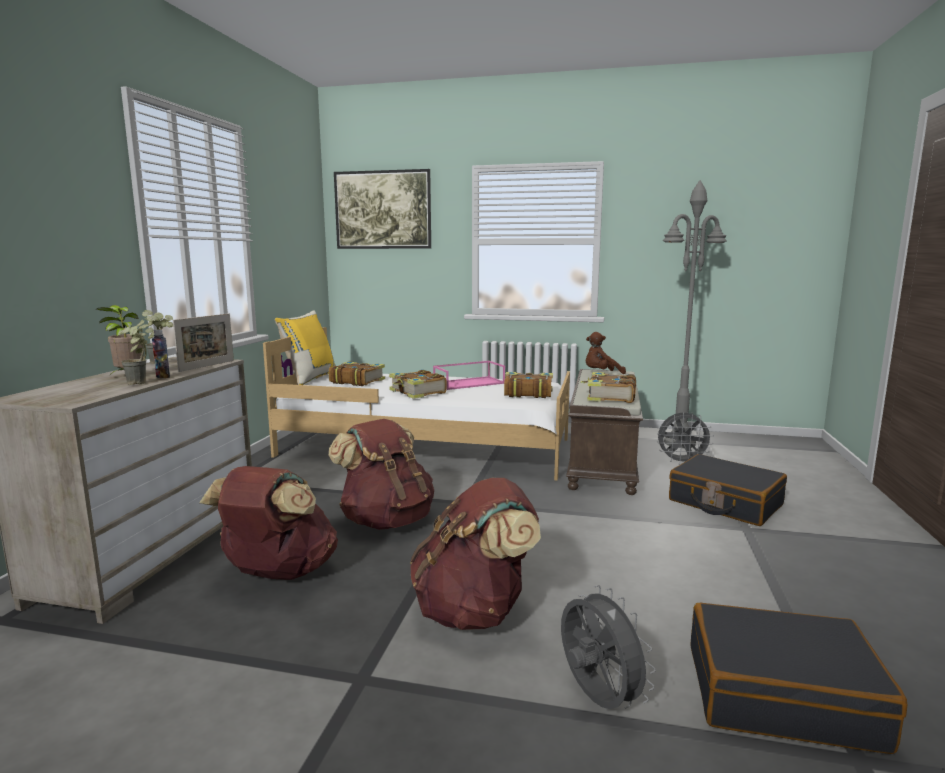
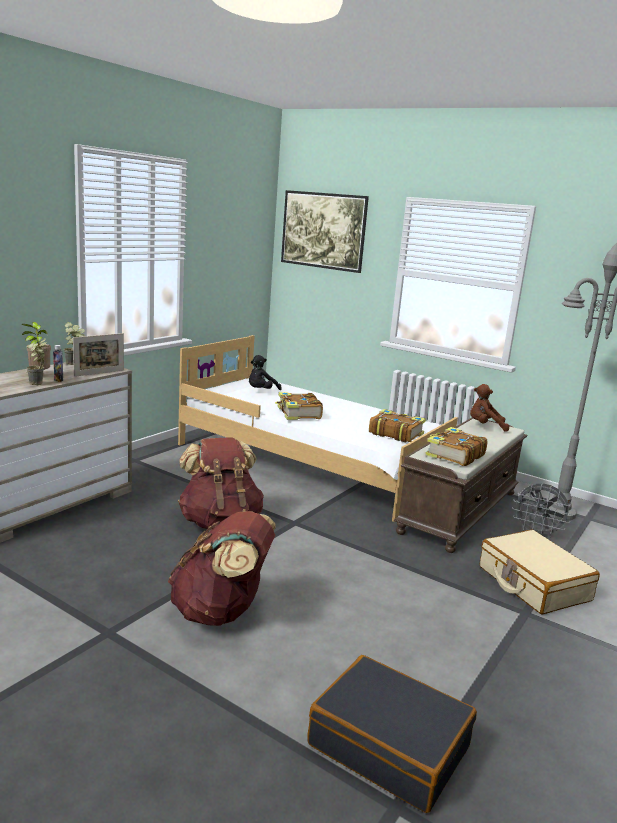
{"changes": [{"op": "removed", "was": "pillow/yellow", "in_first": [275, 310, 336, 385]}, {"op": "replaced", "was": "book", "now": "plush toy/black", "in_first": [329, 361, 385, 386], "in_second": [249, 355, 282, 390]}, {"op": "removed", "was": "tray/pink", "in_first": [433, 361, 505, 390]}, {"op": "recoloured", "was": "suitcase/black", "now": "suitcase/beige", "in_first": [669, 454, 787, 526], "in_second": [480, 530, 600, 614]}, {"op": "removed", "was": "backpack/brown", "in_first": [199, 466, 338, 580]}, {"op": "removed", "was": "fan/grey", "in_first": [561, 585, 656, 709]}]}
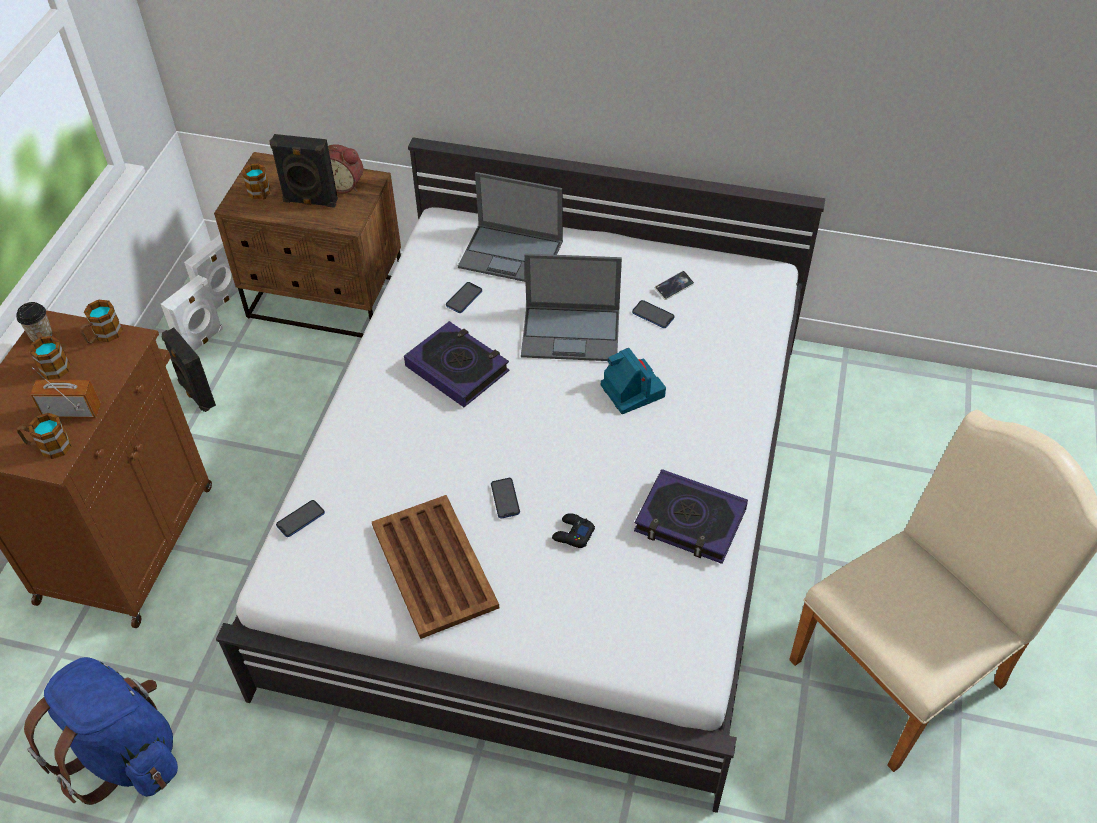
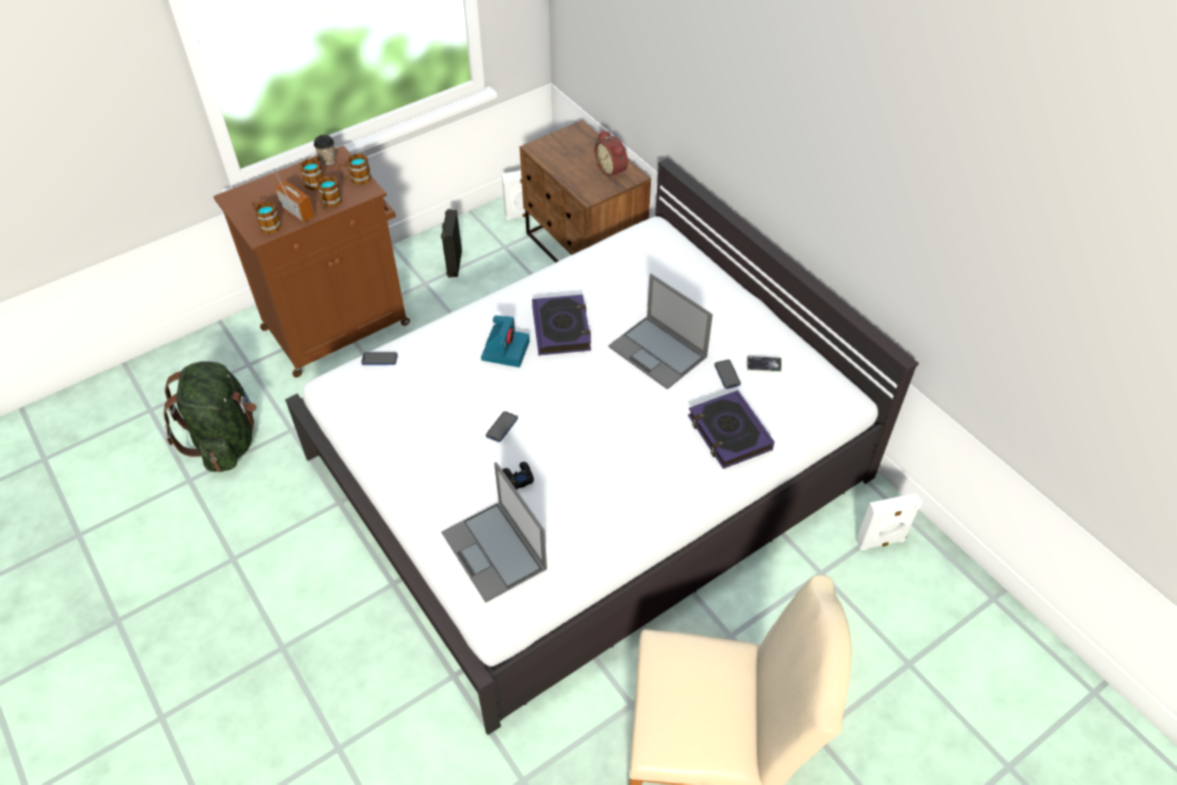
{"changes": [{"op": "removed", "was": "speaker/black", "in_first": [269, 134, 338, 208]}, {"op": "moved", "was": "mug", "in_first": [242, 164, 270, 200], "in_second": [317, 176, 342, 209]}, {"op": "moved", "was": "laptop", "in_first": [458, 172, 563, 282], "in_second": [441, 462, 547, 603]}, {"op": "moved", "was": "speaker/white", "in_first": [161, 275, 223, 351], "in_second": [856, 493, 922, 550]}, {"op": "removed", "was": "phone", "in_first": [446, 282, 482, 313]}, {"op": "moved", "was": "photo camera", "in_first": [601, 348, 666, 414], "in_second": [481, 315, 530, 367]}, {"op": "moved", "was": "book", "in_first": [634, 469, 748, 564], "in_second": [688, 390, 775, 469]}, {"op": "removed", "was": "tray/brown", "in_first": [372, 495, 499, 639]}, {"op": "recoloured", "was": "backpack/blue", "now": "backpack/green", "in_first": [24, 657, 178, 805], "in_second": [164, 361, 257, 472]}]}
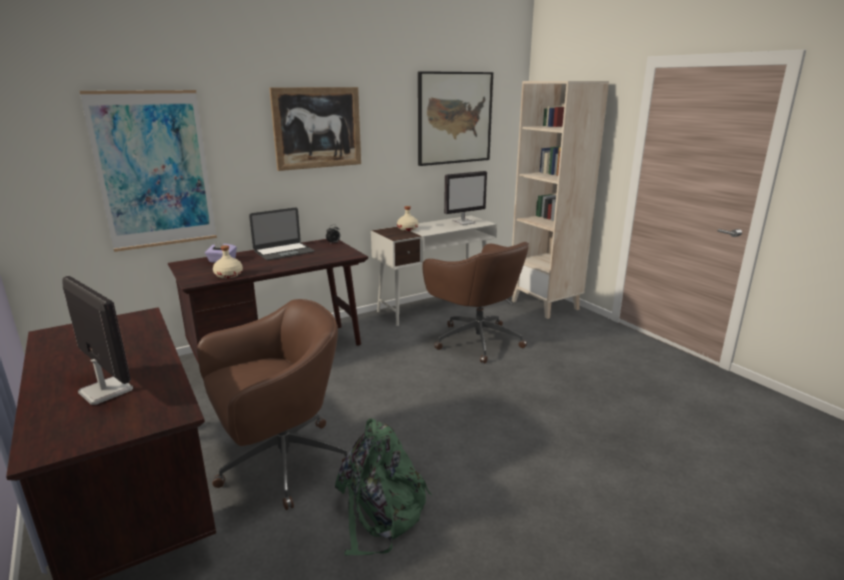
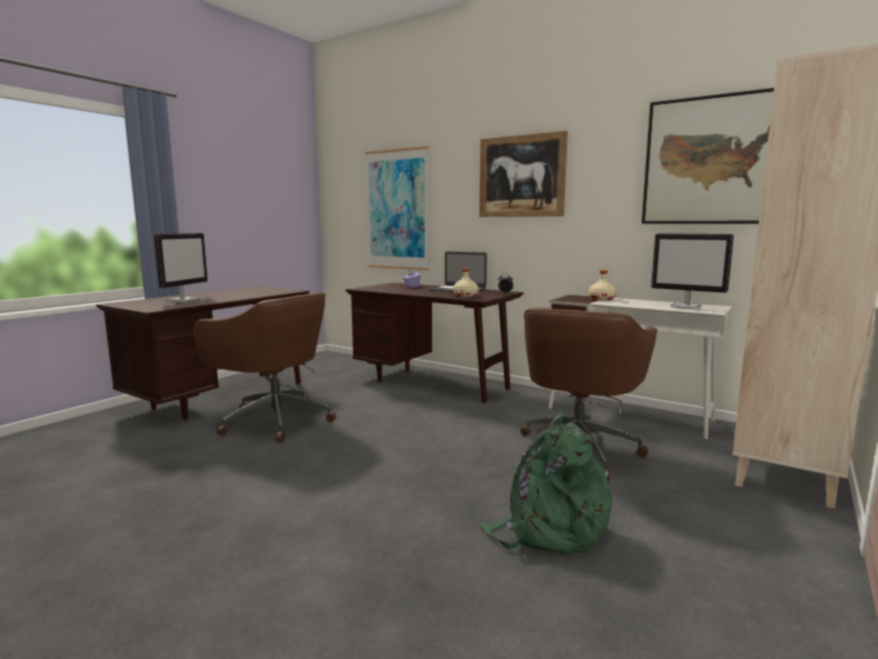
{"changes": [{"op": "moved", "was": "bottle/beige", "in_first": [213, 245, 243, 278], "in_second": [453, 268, 479, 297]}, {"op": "moved", "was": "backpack/green", "in_first": [335, 418, 432, 556], "in_second": [479, 412, 612, 556]}]}
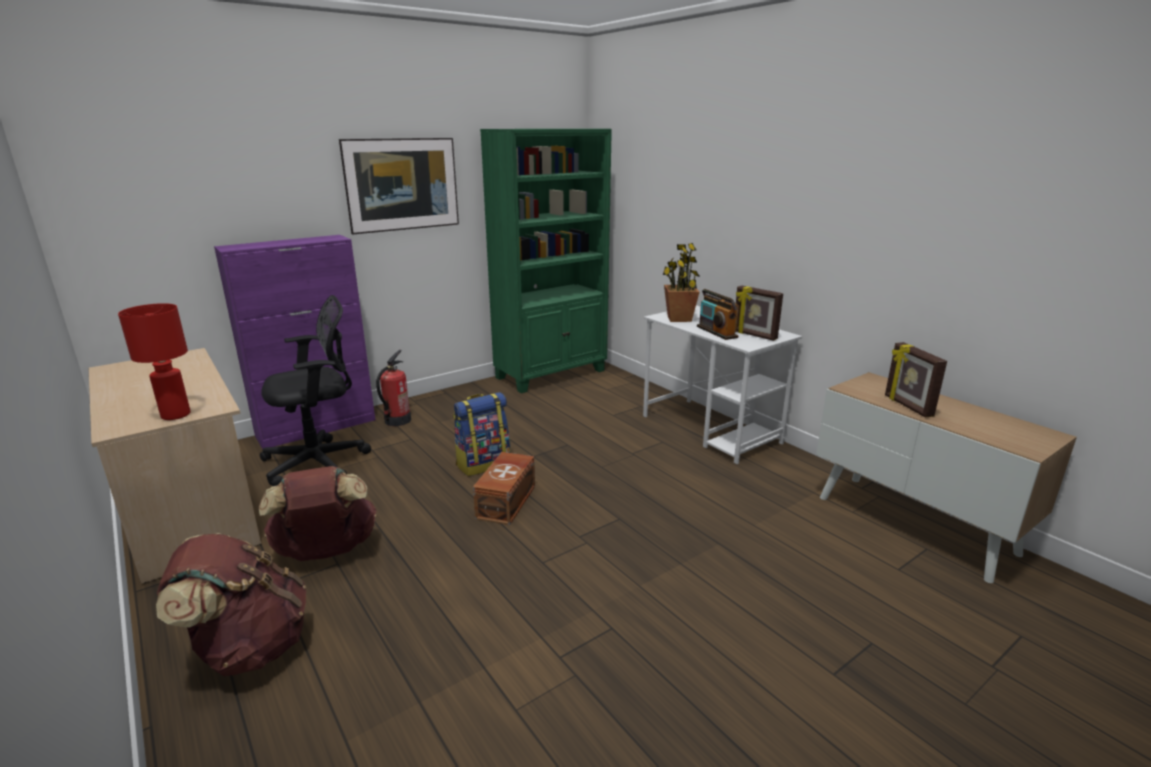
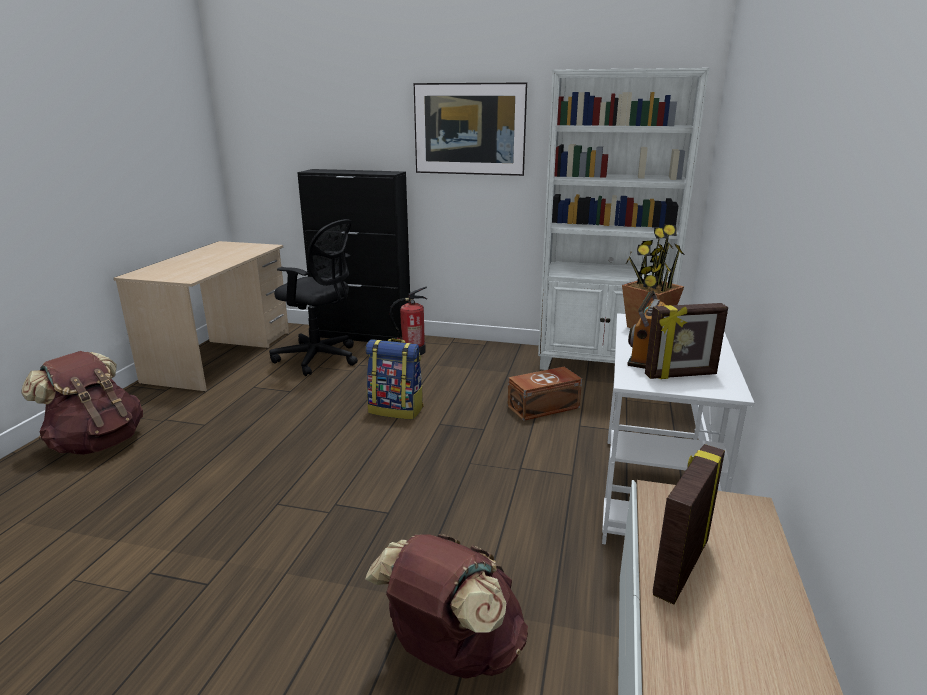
{"changes": [{"op": "recoloured", "was": "bookcase/green", "now": "bookcase/white", "in_first": [480, 129, 612, 393], "in_second": [538, 68, 709, 370]}, {"op": "recoloured", "was": "cabinet/purple", "now": "cabinet/black", "in_first": [214, 235, 375, 449], "in_second": [297, 169, 410, 342]}, {"op": "turned", "was": "picture frame", "in_first": [736, 286, 783, 341], "in_second": [645, 303, 728, 379], "clockwise": -105}, {"op": "removed", "was": "table lamp/red", "in_first": [118, 303, 190, 420]}, {"op": "moved", "was": "storage box/brown", "in_first": [473, 452, 535, 525], "in_second": [507, 367, 582, 421]}, {"op": "moved", "was": "backpack/brown", "in_first": [259, 466, 377, 561], "in_second": [366, 534, 528, 679]}]}
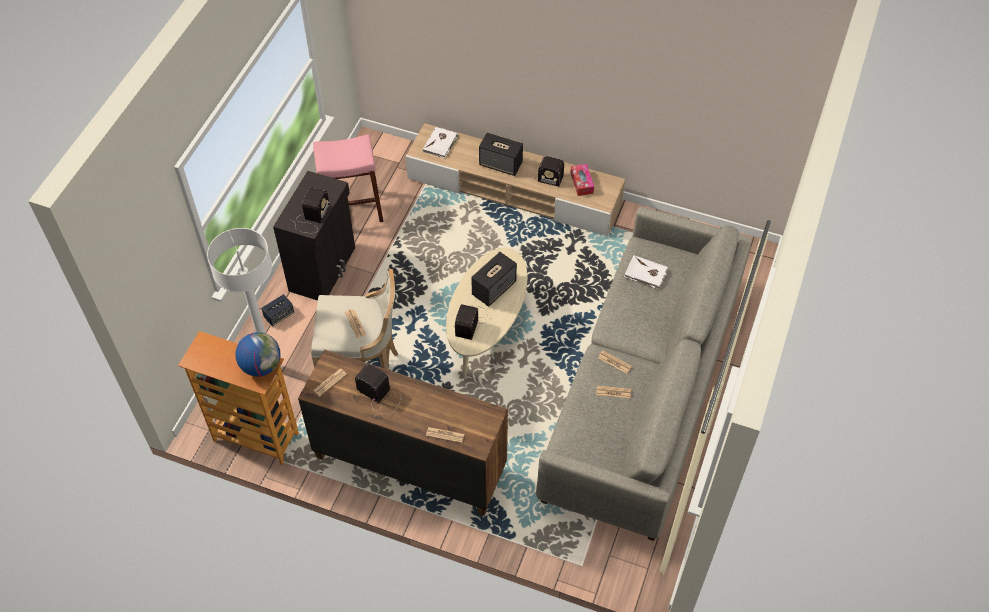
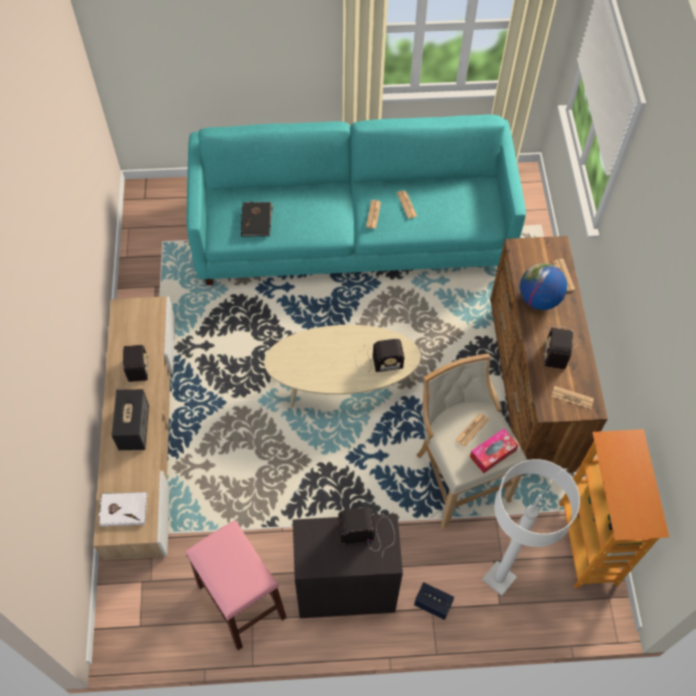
{"changes": [{"op": "moved", "was": "tissue box", "in_first": [571, 164, 594, 196], "in_second": [470, 429, 518, 473]}, {"op": "recoloured", "was": "sofa/grey", "now": "sofa/turquoise", "in_first": [536, 207, 752, 541], "in_second": [187, 115, 526, 285]}, {"op": "removed", "was": "speaker", "in_first": [471, 252, 517, 307]}, {"op": "recoloured", "was": "book/white", "now": "book/black", "in_first": [624, 255, 668, 290], "in_second": [241, 202, 273, 236]}, {"op": "moved", "was": "globe", "in_first": [235, 332, 281, 377], "in_second": [520, 263, 567, 310]}]}
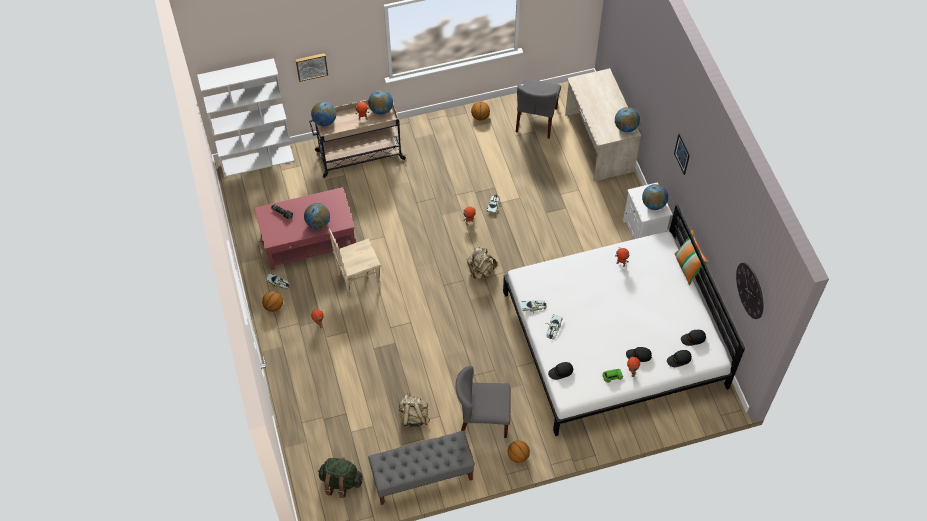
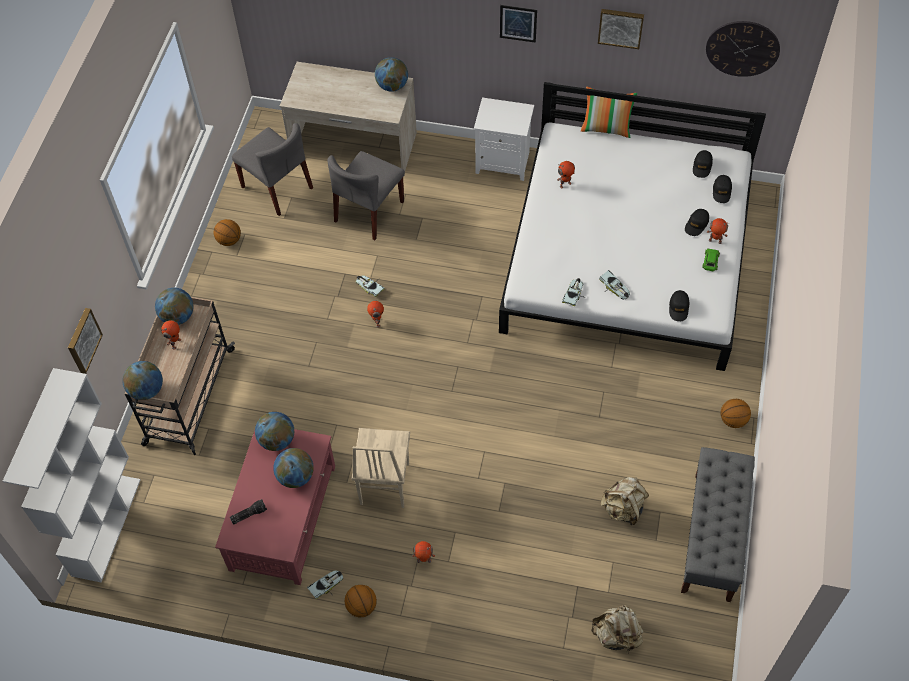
{"changes": [{"op": "moved", "was": "globe", "in_first": [642, 184, 668, 210], "in_second": [255, 412, 294, 451]}, {"op": "moved", "was": "backpack/beige", "in_first": [467, 247, 497, 279], "in_second": [591, 605, 644, 654]}, {"op": "moved", "was": "chair/grey", "in_first": [455, 366, 511, 438], "in_second": [327, 151, 405, 240]}, {"op": "removed", "was": "backpack/green", "in_first": [318, 457, 363, 498]}, {"op": "added", "now": "picture", "in_second": [598, 9, 644, 49]}]}
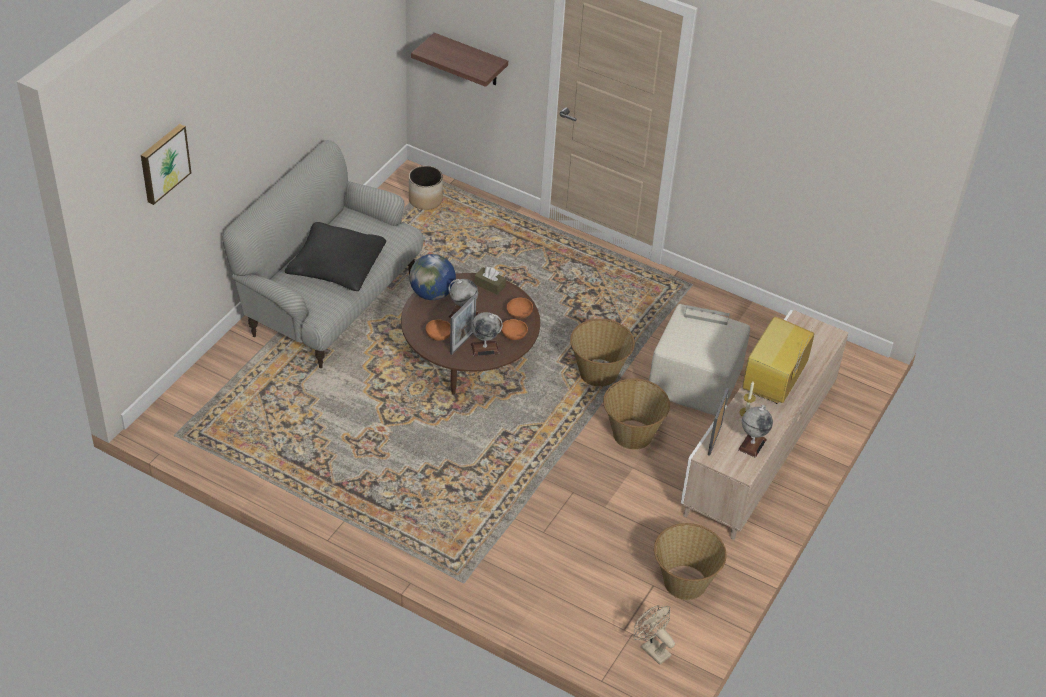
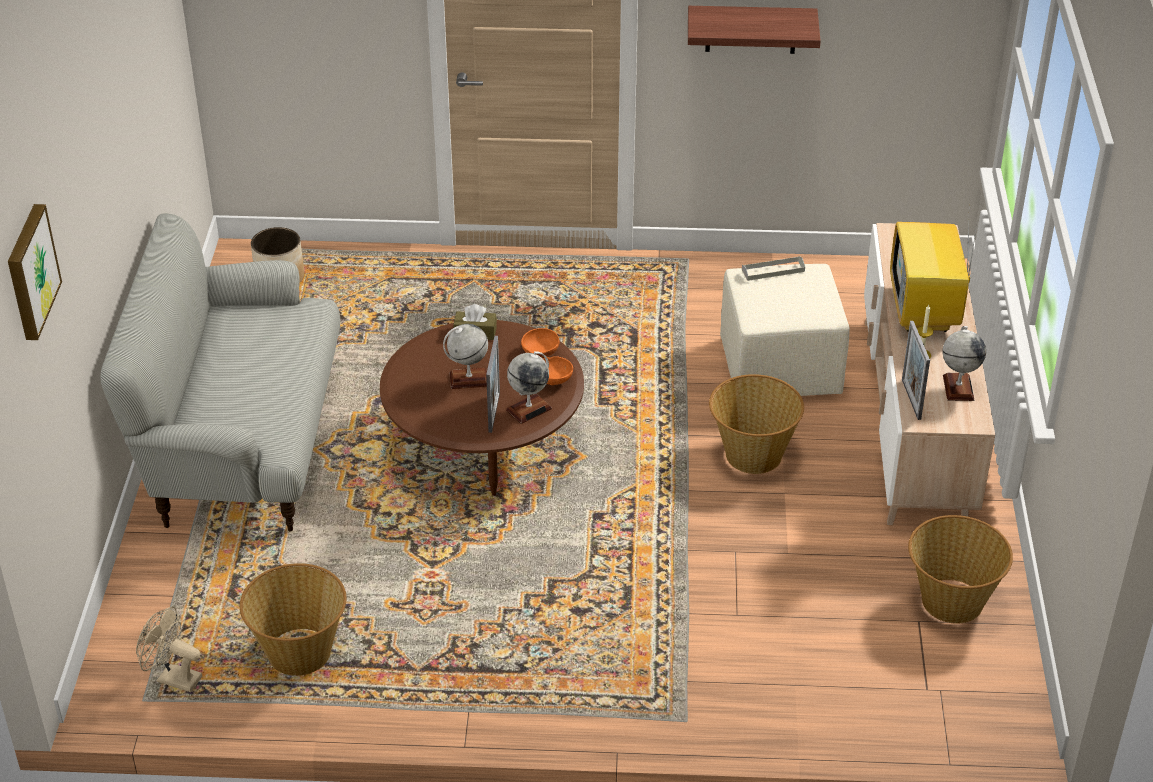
{"changes": [{"op": "moved", "was": "shelf", "in_first": [411, 33, 508, 87], "in_second": [688, 6, 821, 54]}, {"op": "removed", "was": "pillow/black", "in_first": [285, 222, 386, 291]}, {"op": "removed", "was": "globe", "in_first": [409, 254, 456, 300]}, {"op": "moved", "was": "basket", "in_first": [570, 319, 635, 387], "in_second": [240, 563, 347, 676]}, {"op": "removed", "was": "bowl/orange", "in_first": [426, 320, 451, 341]}, {"op": "moved", "was": "fan/beige", "in_first": [634, 605, 675, 665], "in_second": [136, 607, 202, 692]}]}
